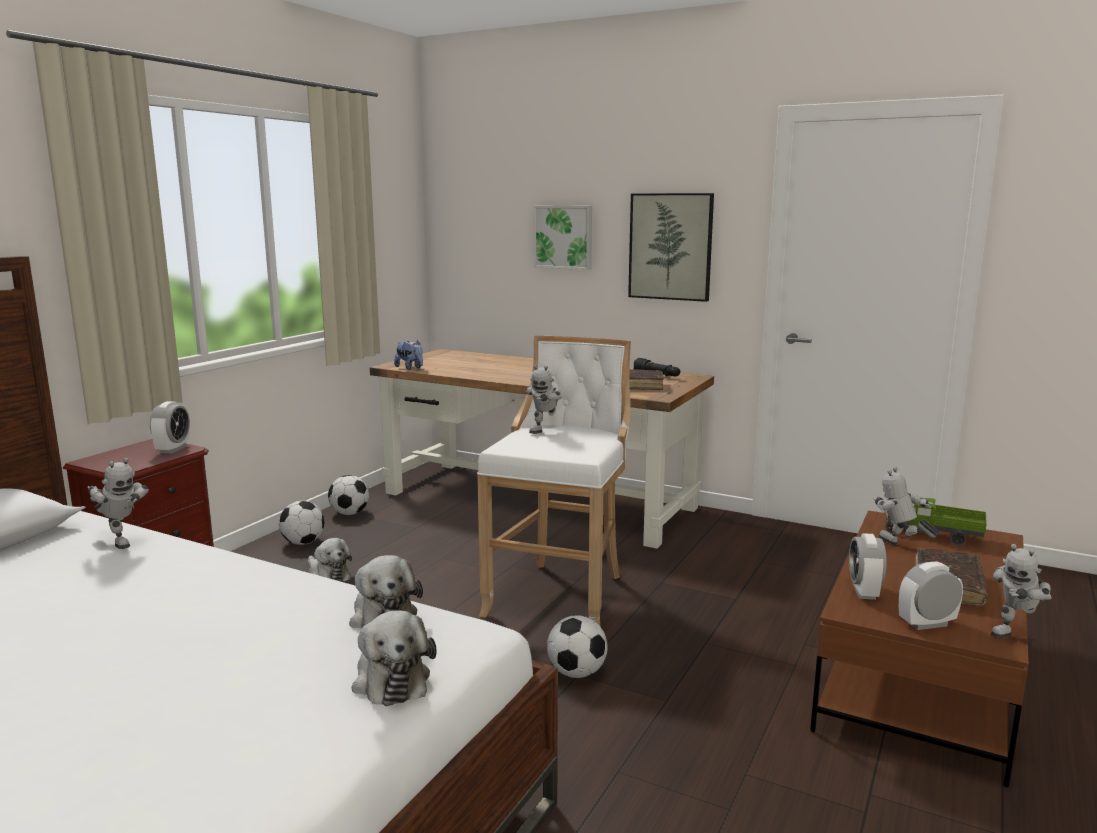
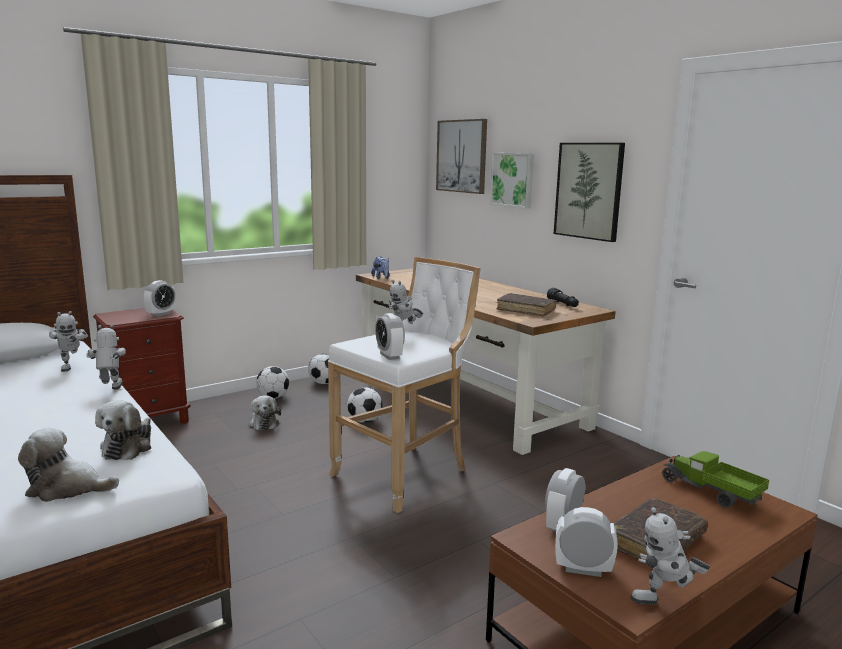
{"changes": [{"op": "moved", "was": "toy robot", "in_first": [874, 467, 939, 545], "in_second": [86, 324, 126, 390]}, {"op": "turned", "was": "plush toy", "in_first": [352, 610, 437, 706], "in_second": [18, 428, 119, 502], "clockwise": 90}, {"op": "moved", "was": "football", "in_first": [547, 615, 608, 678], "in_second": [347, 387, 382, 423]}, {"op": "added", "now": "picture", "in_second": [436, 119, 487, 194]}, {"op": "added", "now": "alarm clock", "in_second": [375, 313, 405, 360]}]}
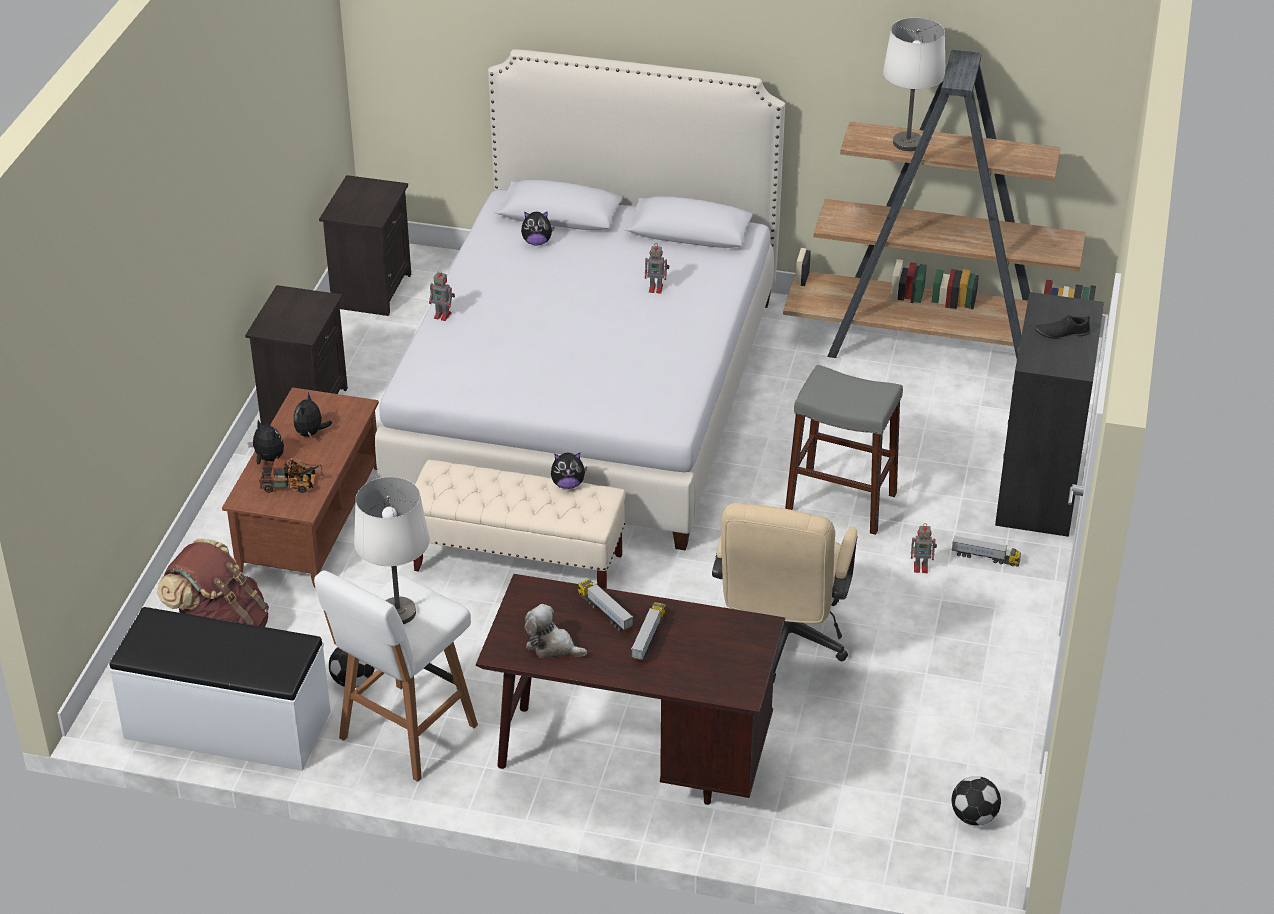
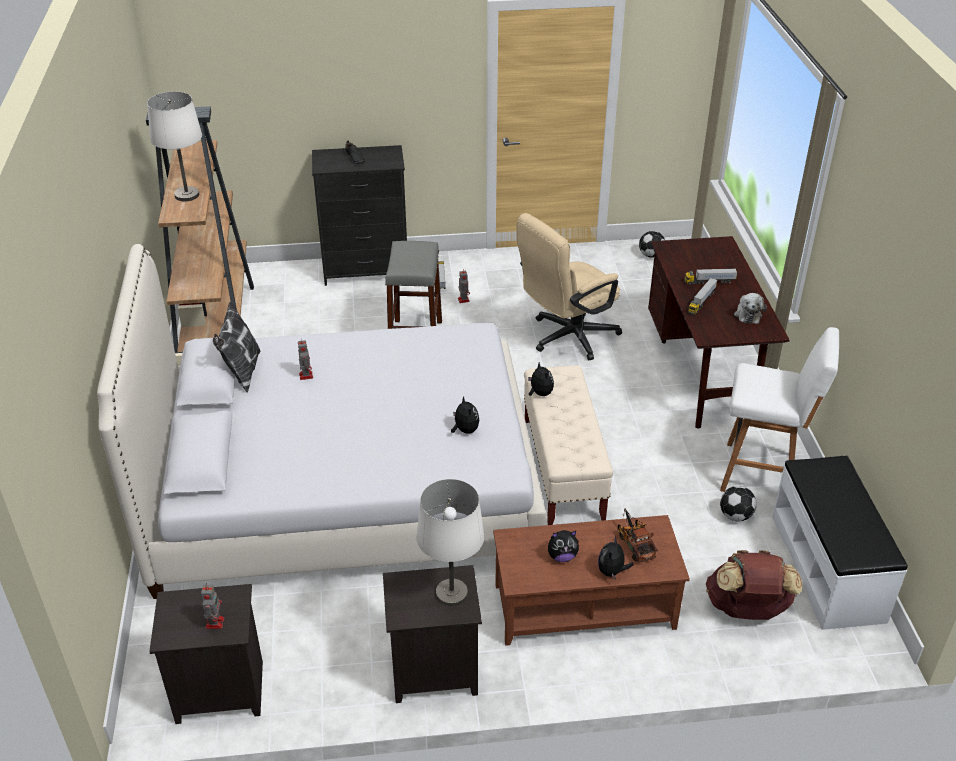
{"changes": [{"op": "moved", "was": "plush toy", "in_first": [521, 211, 555, 246], "in_second": [451, 396, 479, 434]}, {"op": "moved", "was": "toy robot", "in_first": [429, 269, 455, 321], "in_second": [201, 583, 224, 629]}, {"op": "moved", "was": "table lamp/white", "in_first": [354, 477, 430, 624], "in_second": [417, 479, 484, 606]}, {"op": "turned", "was": "office chair/beige", "in_first": [712, 503, 858, 683], "in_second": [517, 213, 622, 360], "clockwise": 150}, {"op": "added", "now": "pillow", "in_second": [213, 302, 261, 393]}]}
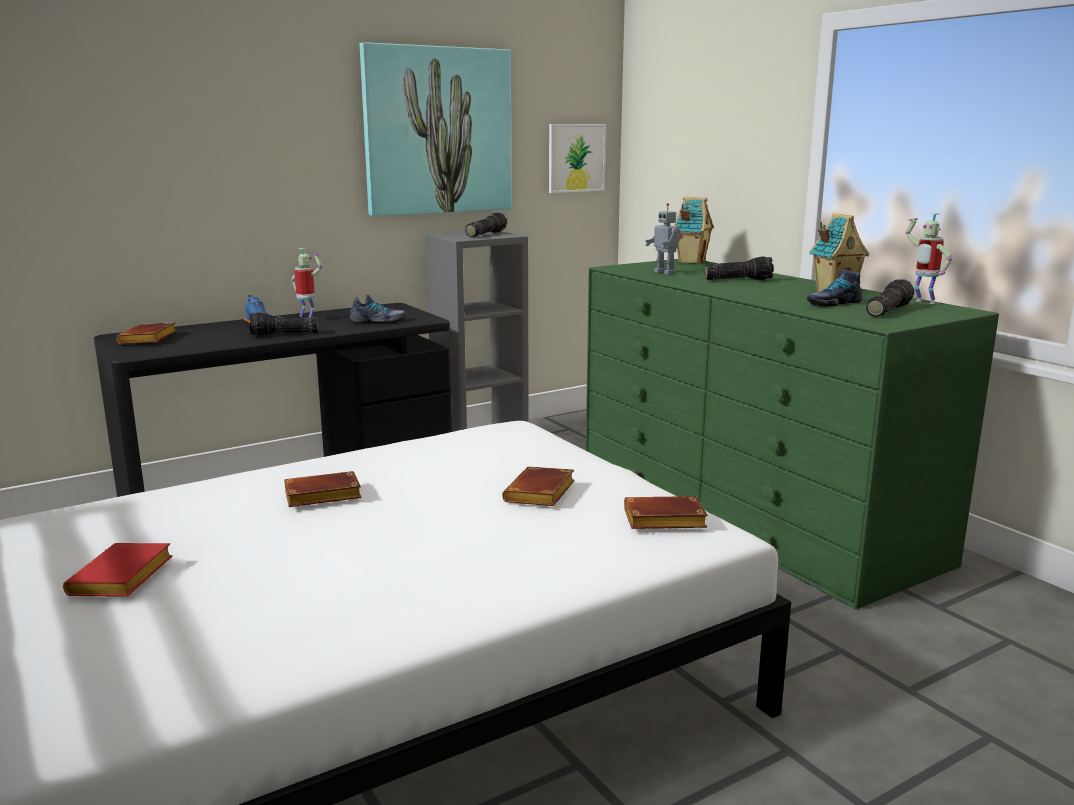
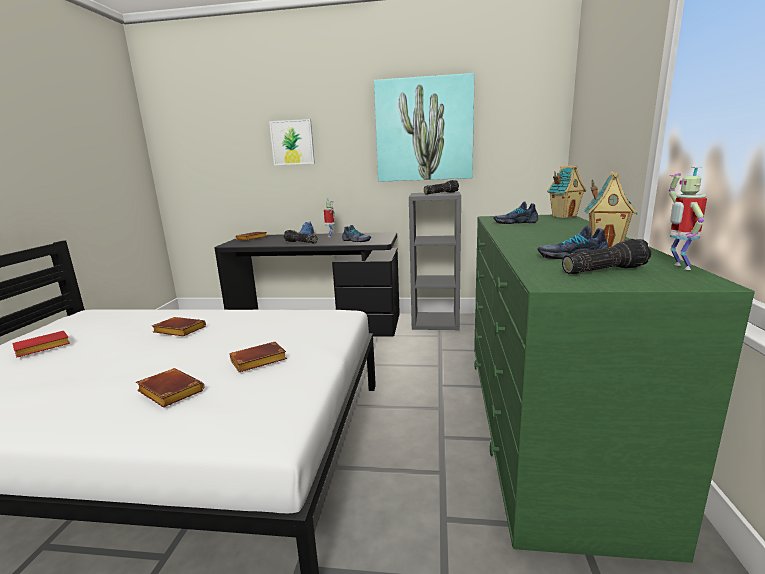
{"changes": [{"op": "moved", "was": "picture", "in_first": [549, 124, 606, 193], "in_second": [269, 119, 315, 165]}, {"op": "replaced", "was": "toy robot", "now": "shoe", "in_first": [645, 203, 681, 275], "in_second": [493, 201, 538, 224]}, {"op": "removed", "was": "flashlight", "in_first": [704, 256, 774, 280]}, {"op": "moved", "was": "book/brown", "in_first": [624, 496, 708, 529], "in_second": [136, 368, 204, 407]}]}
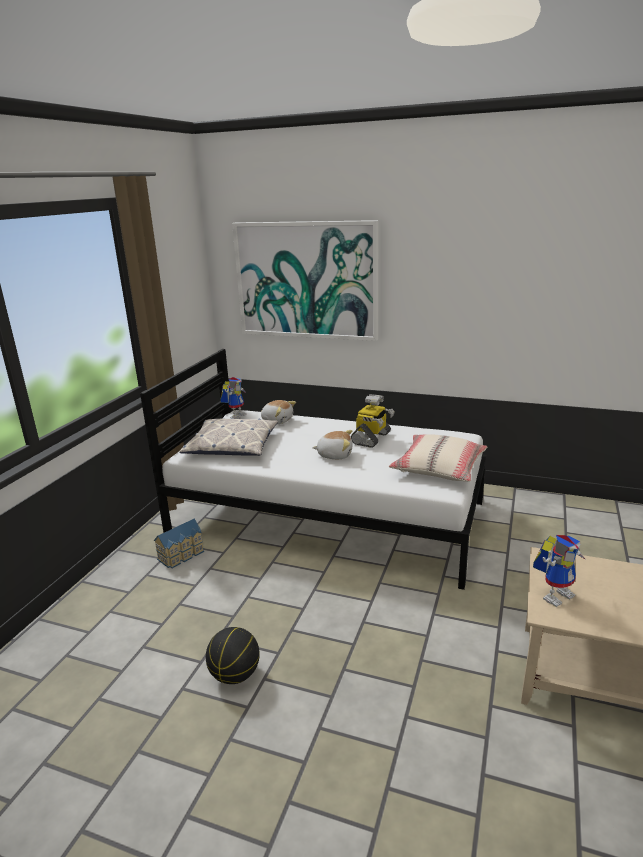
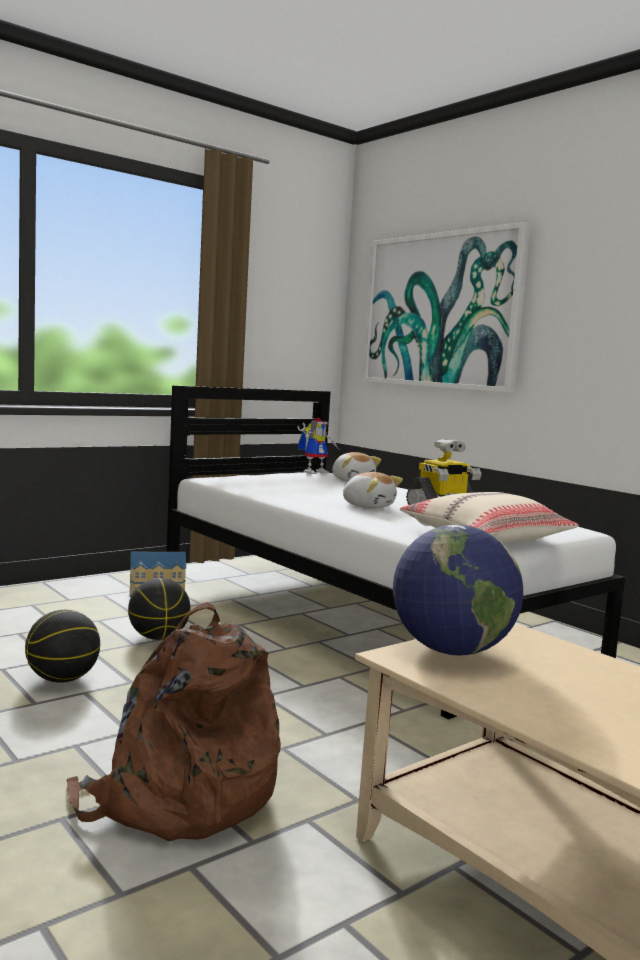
{"changes": [{"op": "removed", "was": "pillow", "in_first": [179, 418, 278, 456]}, {"op": "replaced", "was": "toy robot", "now": "globe", "in_first": [533, 535, 585, 607], "in_second": [393, 525, 523, 655]}, {"op": "added", "now": "basketball", "in_second": [128, 578, 190, 640]}, {"op": "added", "now": "backpack/brown", "in_second": [67, 602, 281, 841]}]}
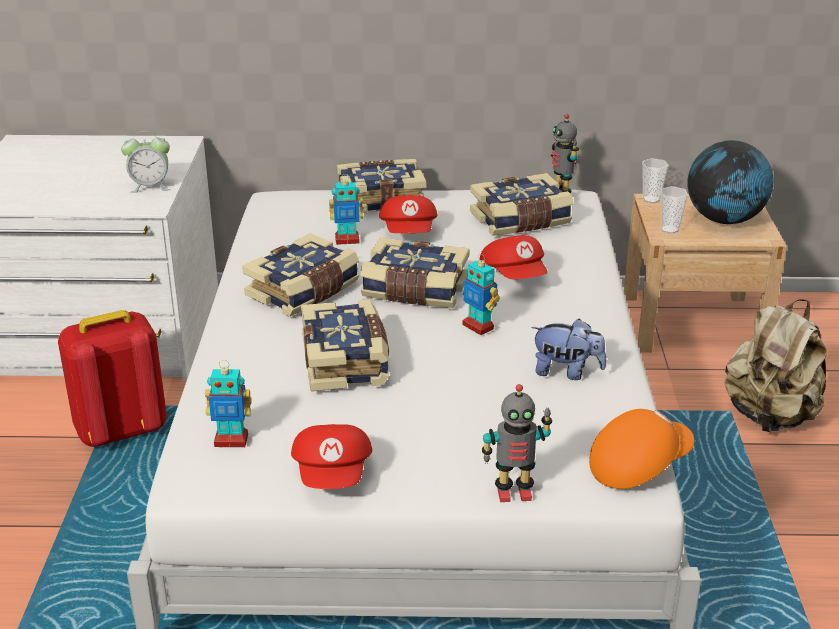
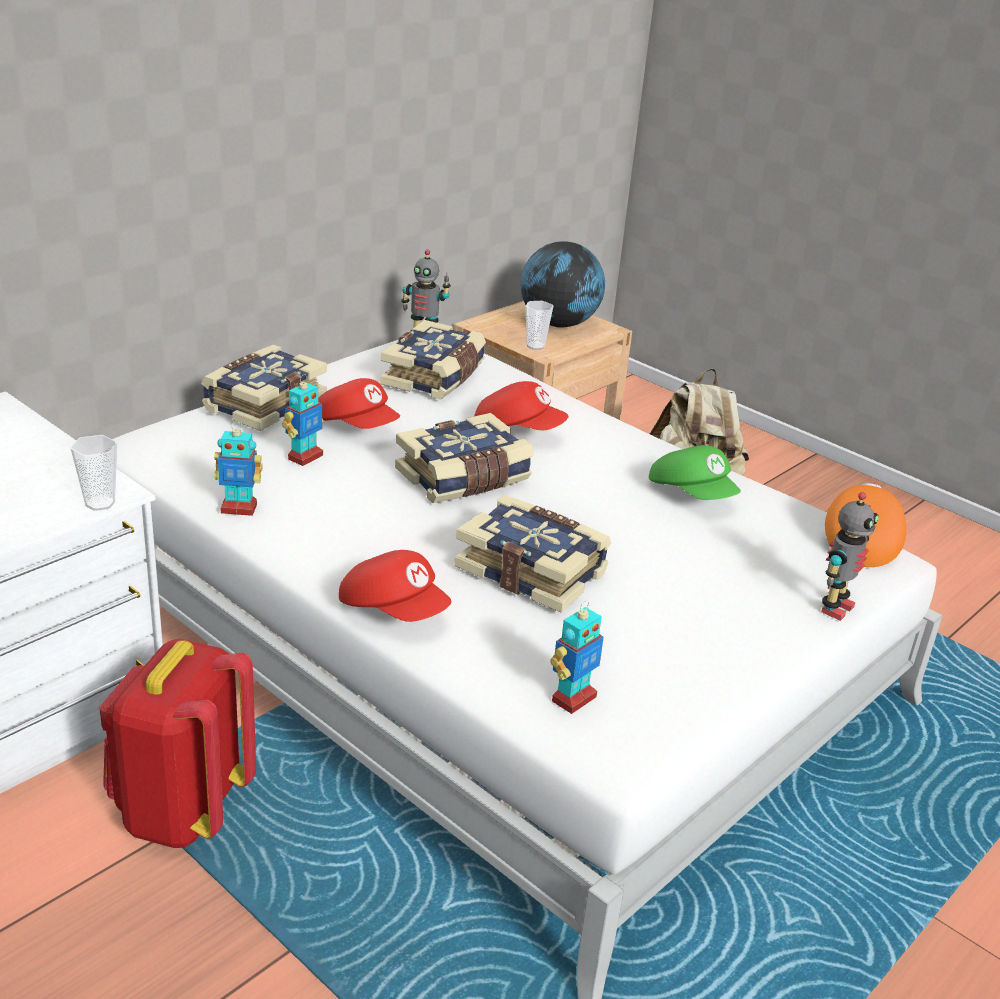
{"changes": [{"op": "removed", "was": "alarm clock", "in_first": [121, 131, 170, 193]}, {"op": "moved", "was": "cup", "in_first": [642, 158, 669, 203], "in_second": [70, 435, 117, 511]}, {"op": "removed", "was": "book", "in_first": [242, 233, 360, 317]}, {"op": "moved", "was": "toy robot", "in_first": [462, 254, 500, 335], "in_second": [214, 421, 263, 516]}, {"op": "replaced", "was": "plush toy", "now": "cap/green", "in_first": [531, 319, 606, 380], "in_second": [649, 445, 741, 500]}, {"op": "moved", "was": "cap/red", "in_first": [291, 424, 372, 489], "in_second": [339, 550, 451, 622]}]}
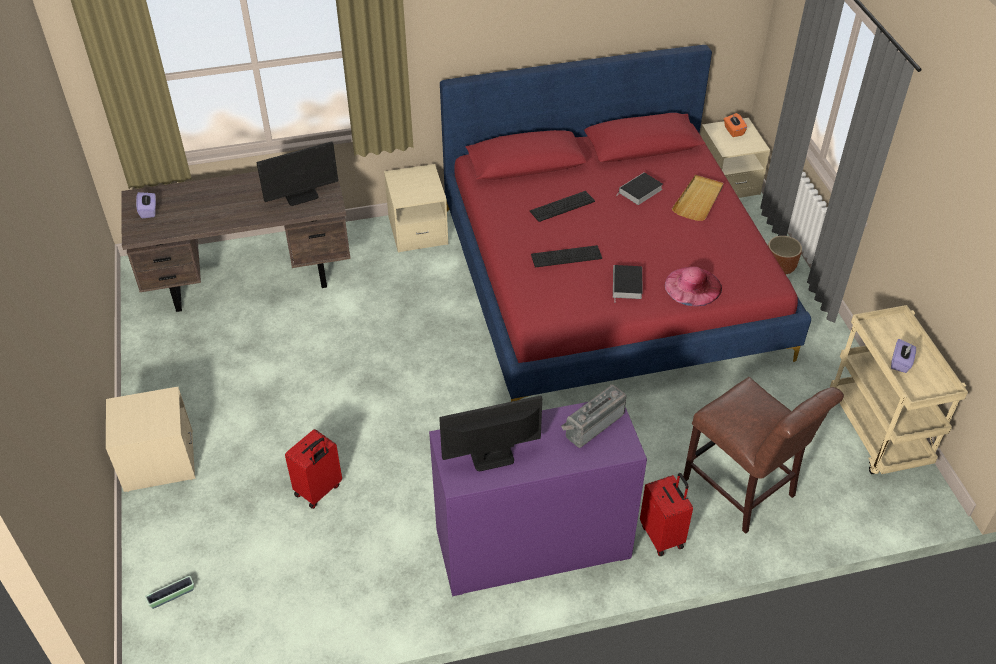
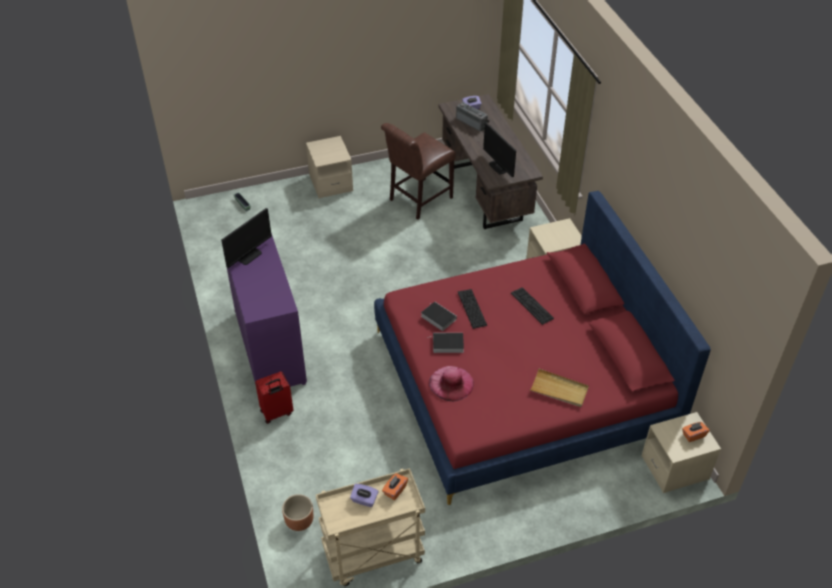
{"changes": [{"op": "moved", "was": "book", "in_first": [615, 172, 663, 205], "in_second": [421, 302, 457, 331]}, {"op": "moved", "was": "planter/brown", "in_first": [768, 236, 802, 275], "in_second": [282, 494, 314, 531]}, {"op": "moved", "was": "chair/brown", "in_first": [683, 377, 844, 534], "in_second": [381, 123, 455, 220]}, {"op": "moved", "was": "radio", "in_first": [561, 384, 626, 448], "in_second": [456, 102, 490, 132]}, {"op": "turned", "was": "monitor", "in_first": [439, 396, 542, 472], "in_second": [221, 208, 272, 268], "clockwise": 60}, {"op": "removed", "was": "suitcase/red", "in_first": [285, 429, 342, 509]}, {"op": "added", "now": "tissue box/orange", "in_second": [382, 473, 408, 500]}]}
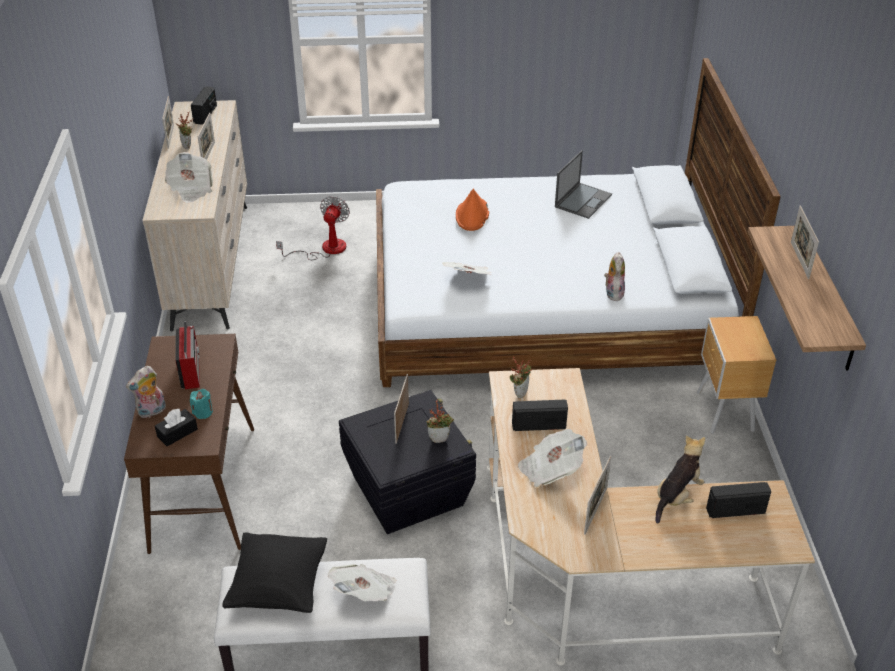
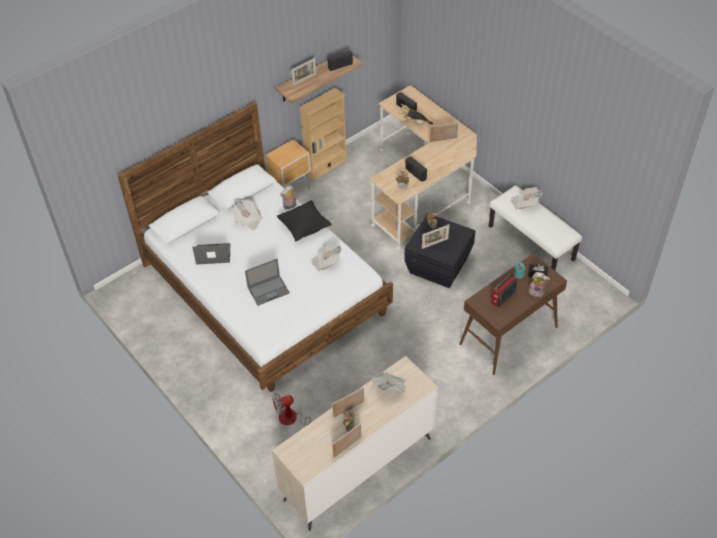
{"changes": [{"op": "moved", "was": "radio", "in_first": [191, 86, 217, 125], "in_second": [327, 50, 353, 71]}, {"op": "replaced", "was": "hat/orange", "now": "laptop", "in_first": [456, 189, 489, 231], "in_second": [245, 259, 290, 306]}, {"op": "moved", "was": "newspaper", "in_first": [518, 429, 587, 487], "in_second": [232, 200, 263, 230]}, {"op": "moved", "was": "pillow/black", "in_first": [222, 532, 327, 613], "in_second": [277, 200, 332, 241]}, {"op": "added", "now": "bookcase/beige", "in_second": [299, 87, 347, 180]}]}
